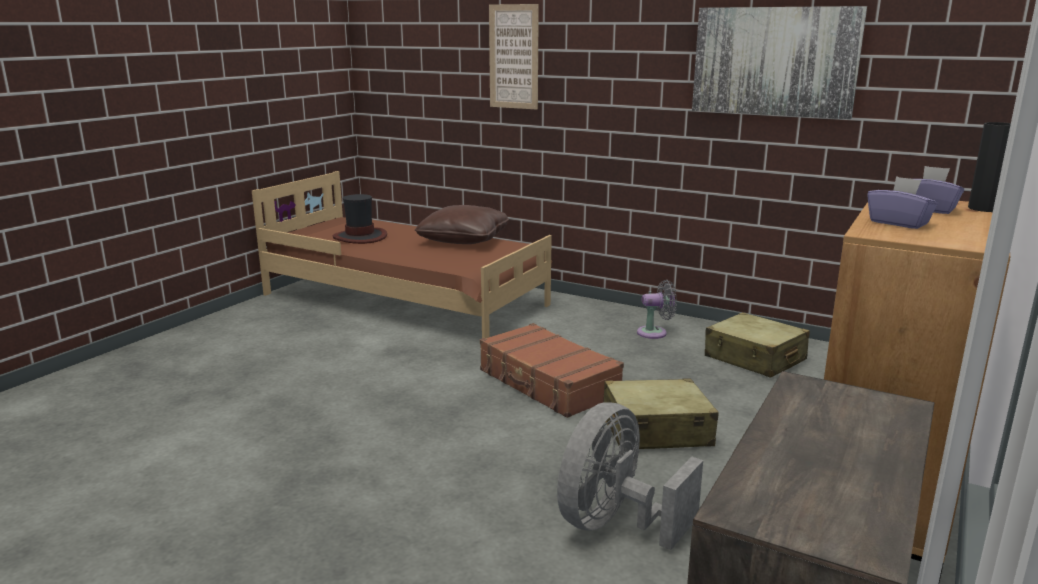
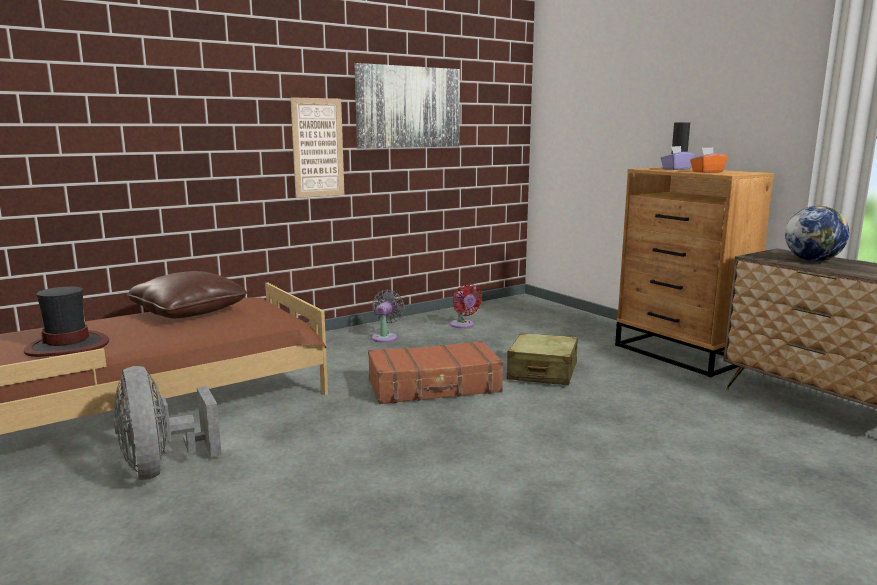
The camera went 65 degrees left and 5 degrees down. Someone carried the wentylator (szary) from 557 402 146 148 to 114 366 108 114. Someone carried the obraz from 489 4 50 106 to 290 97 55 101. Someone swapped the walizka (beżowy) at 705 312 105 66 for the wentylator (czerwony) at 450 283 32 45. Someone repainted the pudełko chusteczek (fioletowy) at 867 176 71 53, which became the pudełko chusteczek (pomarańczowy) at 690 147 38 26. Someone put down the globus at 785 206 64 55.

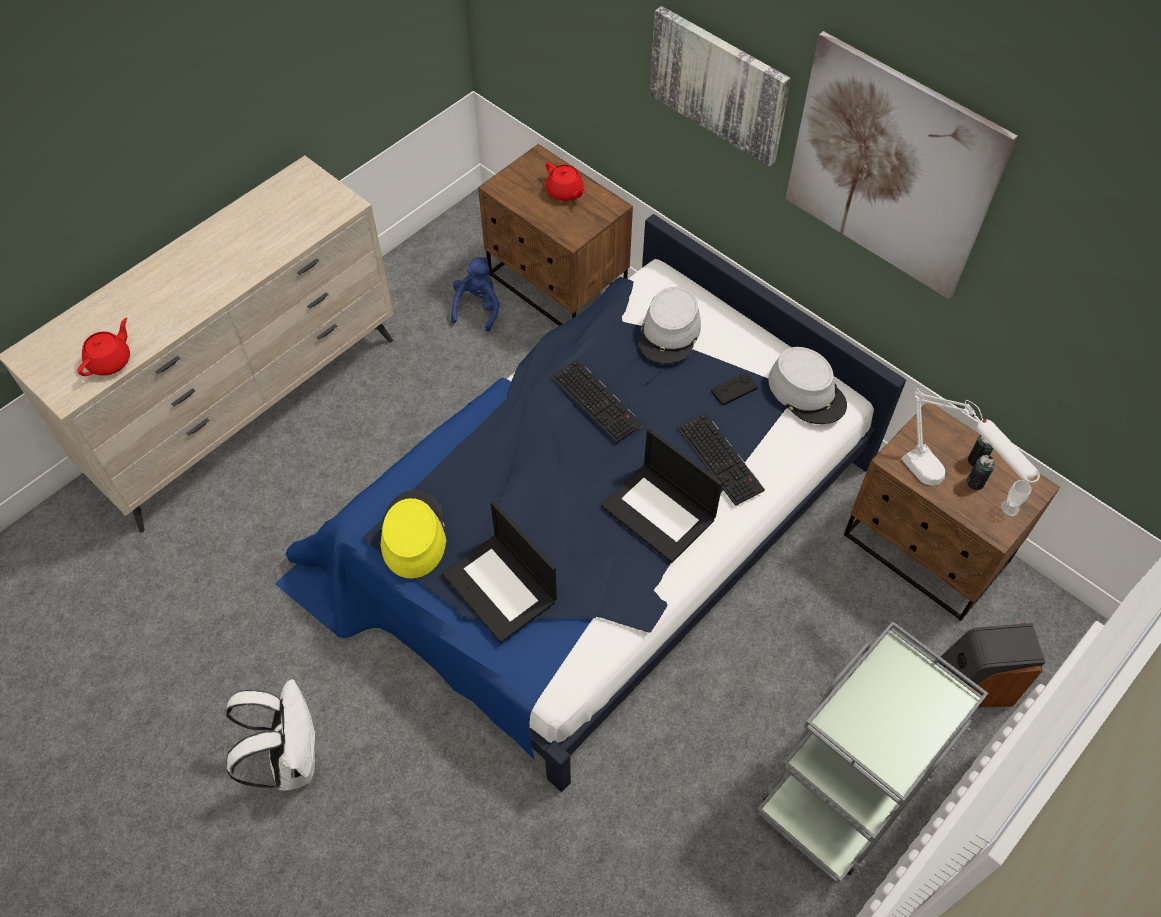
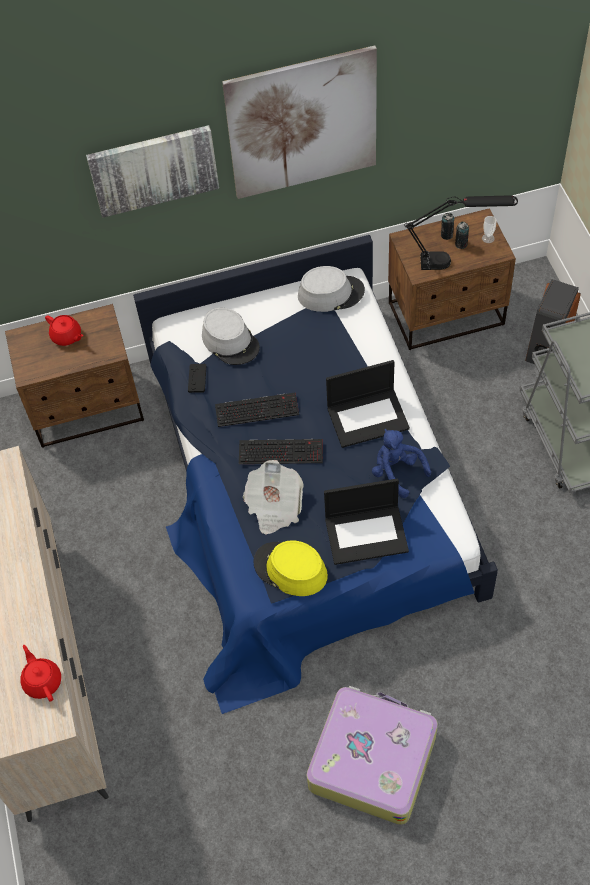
The camera went 55 degrees left and 0 degrees up. Someone rotated the imbryk (czerwony) at 546 162 40 39 by 45 degrees clockwise. Someone carried the pad do gier (czarny) from 711 372 47 34 to 188 364 18 29. Someone carried the klawiatura from 677 413 88 93 to 239 439 84 25. Someone put down the gazeta at 243 460 61 75. Someone swapped the plecak (biały) at 226 679 91 112 for the walizka at 306 686 132 139. Someone carried the pluszak (niebieski) from 451 257 49 75 to 372 429 59 69. Someone repainted the lampa stołowa (biały) at 901 388 139 98, which became the lampa stołowa (czarny) at 404 195 114 75.

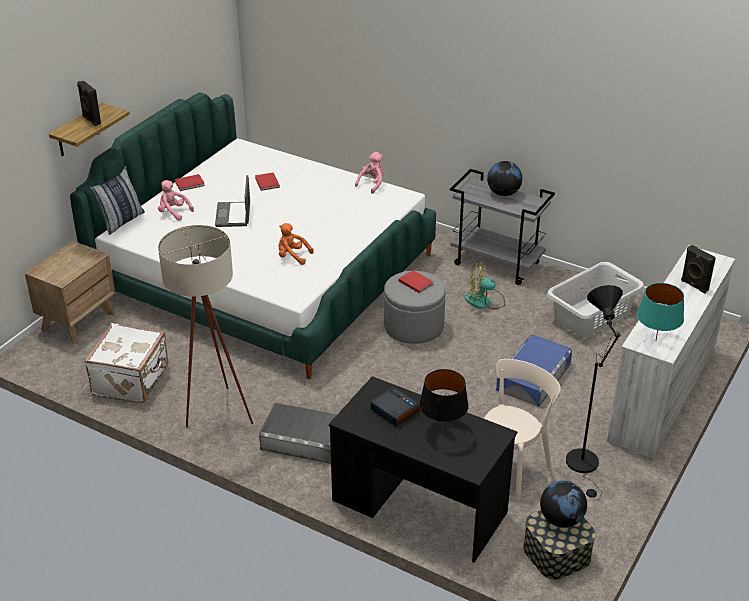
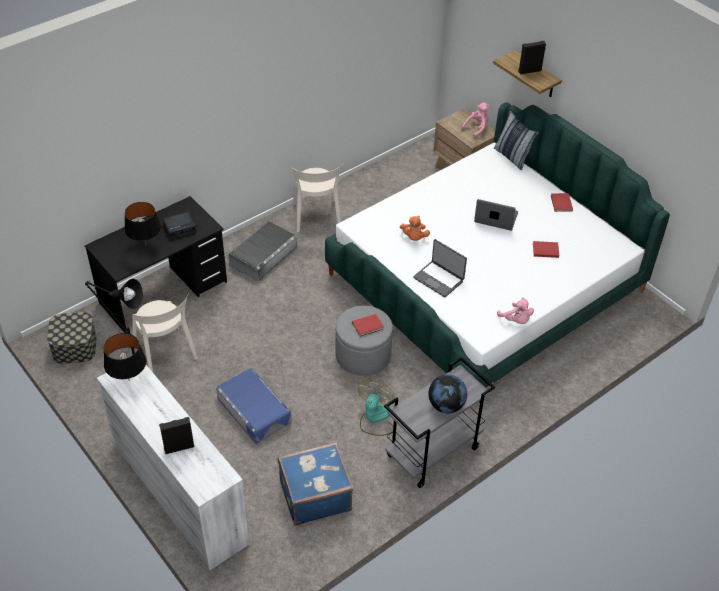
The camera went 110 degrees right and 10 degrees up. Someone repainted the lampa stołowa (turkusowy) at 637 283 47 57, which became the lampa stołowa (czarny) at 104 333 42 48. Someone swapped the kosz na pranie (szary) at 547 262 97 75 for the walizka (niebieski) at 278 442 75 84. Someone swapped the lampa stojąca (beżowy) at 158 225 95 202 for the krzesło (beżowy) at 291 164 52 68. Someone rotated the pluszak (pomarańczowy) at 278 223 36 42 by 135 degrees clockwise. Someone put down the laptop at 413 239 54 58. Someone carried the pluszak (różowy) from 158 180 36 41 to 462 103 28 35. Someone took away the walizka (biały) at 85 323 83 80. Someone took away the globus at 540 480 47 48.

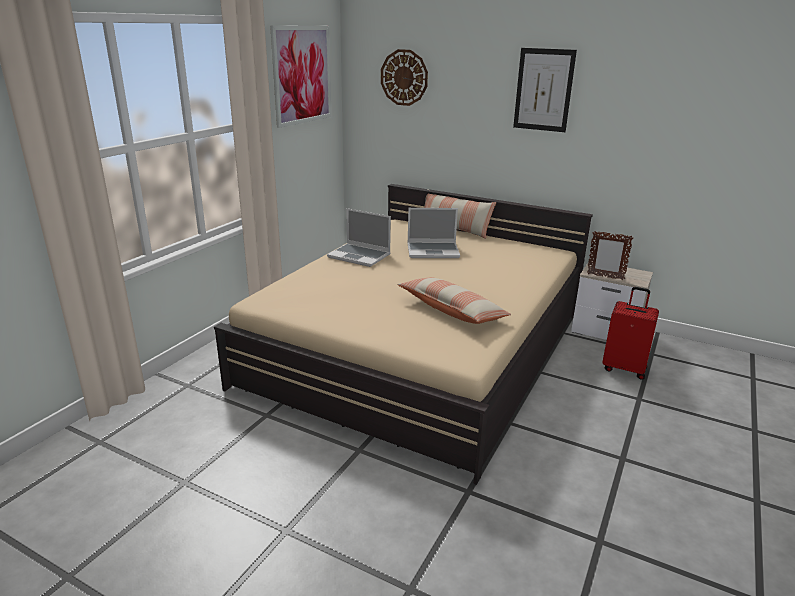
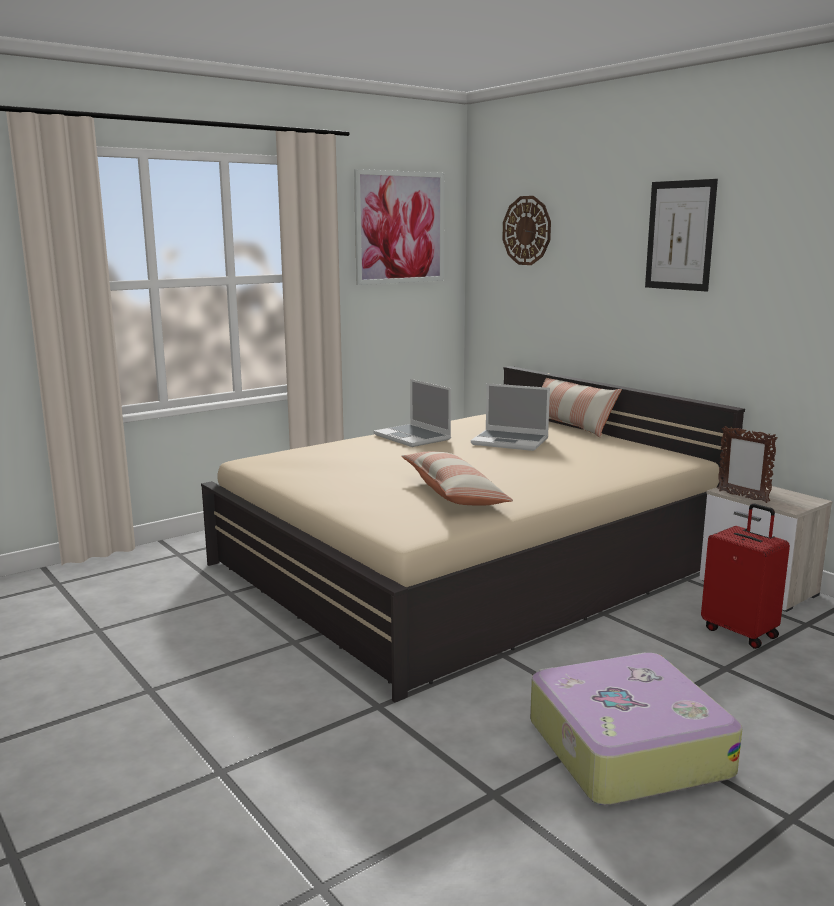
The camera went 25 degrees right and 10 degrees down. Someone put down the walizka at 530 652 212 153.

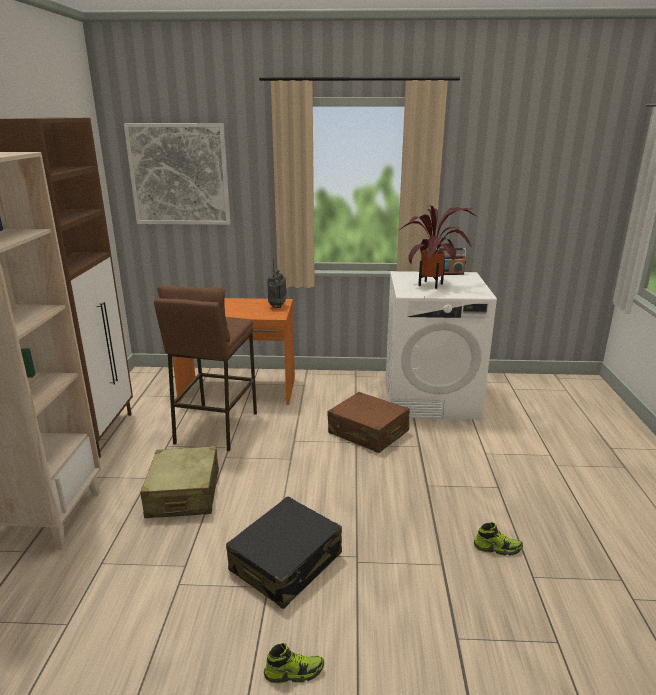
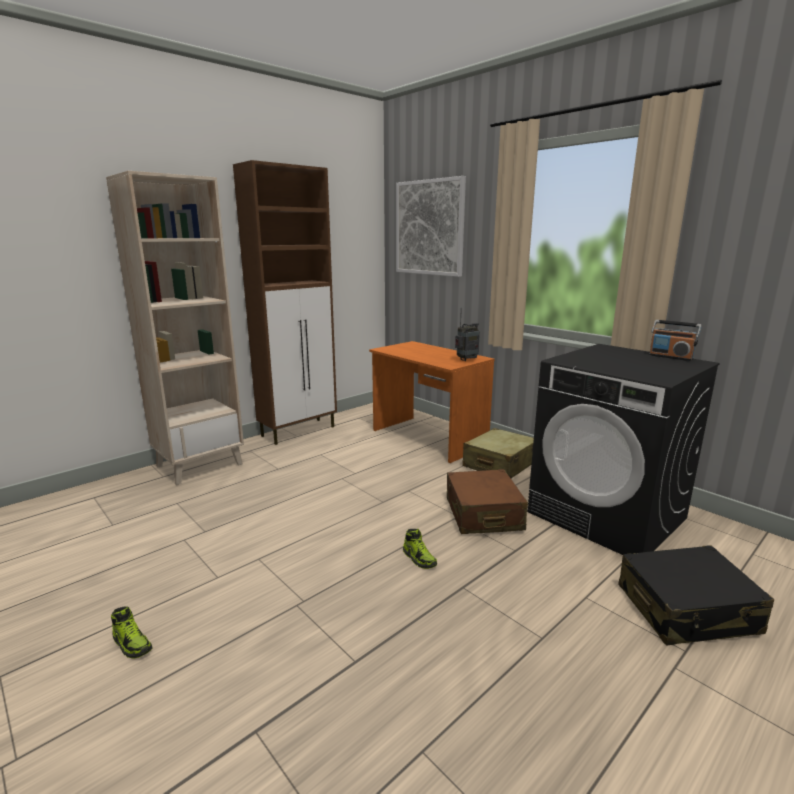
The camera went 45 degrees right and 5 degrees down. Someone carried the but from 474 522 49 34 to 403 529 34 40. Someone carried the walizka (beżowy) from 140 446 79 72 to 462 428 72 51. Someone repainted the pralka (biały) at 386 271 111 149, which became the pralka (czarny) at 527 344 193 211. Someone carried the walizka (czarny) from 226 496 116 113 to 618 545 156 100. Someone took away the stołek (brązowy) at 154 286 103 165. Someone took away the roślina doniczkowa at 400 205 78 84.

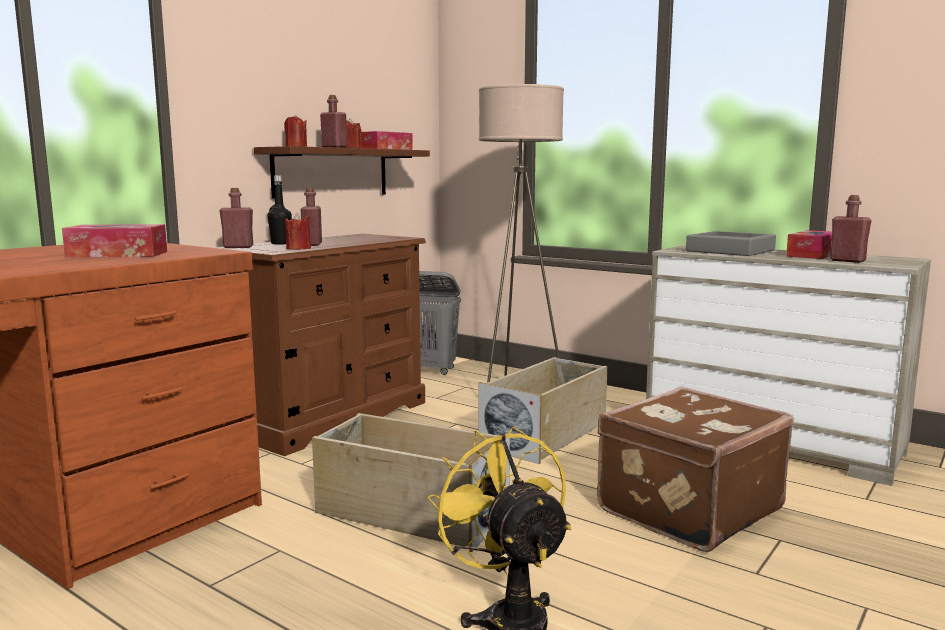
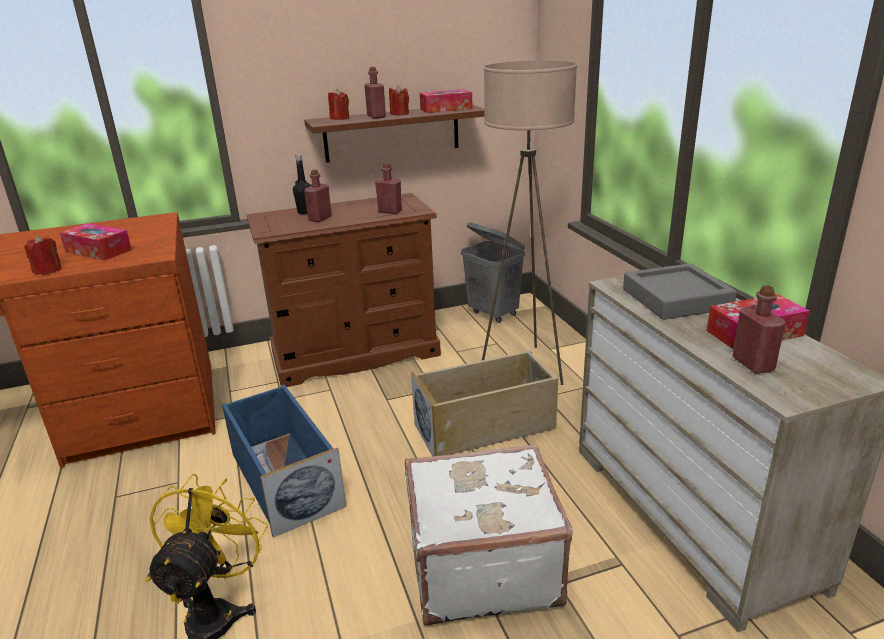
The camera went 35 degrees right and 15 degrees up. Someone carried the świeca (czerwony) from 285 213 26 37 to 25 235 37 40. Someone repainted the pojemnik do przechowywania (beżowy) at 312 413 198 139, which became the pojemnik do przechowywania (niebieski) at 222 385 124 153. Someone carried the butelka (czerwony) from 220 188 33 60 to 375 163 27 51. Someone repainted the walizka (brązowy) at 597 387 197 165, which became the walizka (biały) at 405 444 168 182.

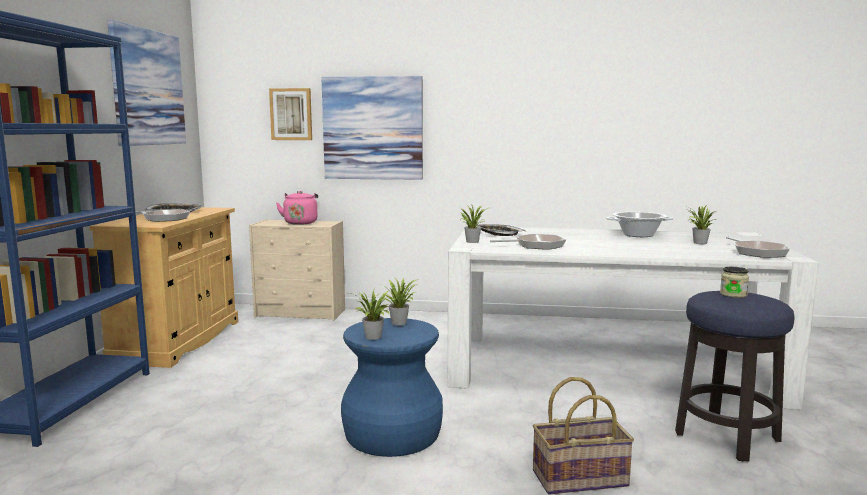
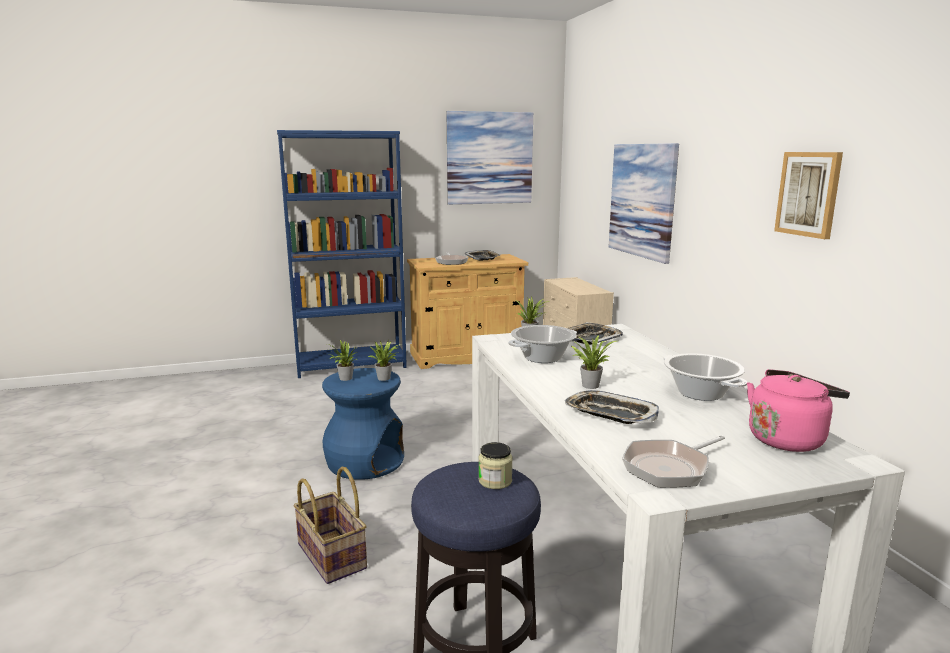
The camera went 65 degrees right and 5 degrees up. Someone swapped the patelnia at 490 234 76 16 for the garnek at 508 325 69 38. Someone put down the taca at 565 390 94 34. Someone carried the roślina doniczkowa from 685 206 32 38 to 571 335 45 54. Someone carried the czajnik (różowy) from 276 191 42 34 to 747 369 103 83. Someone carried the obraz from 269 88 43 52 to 774 152 69 87.

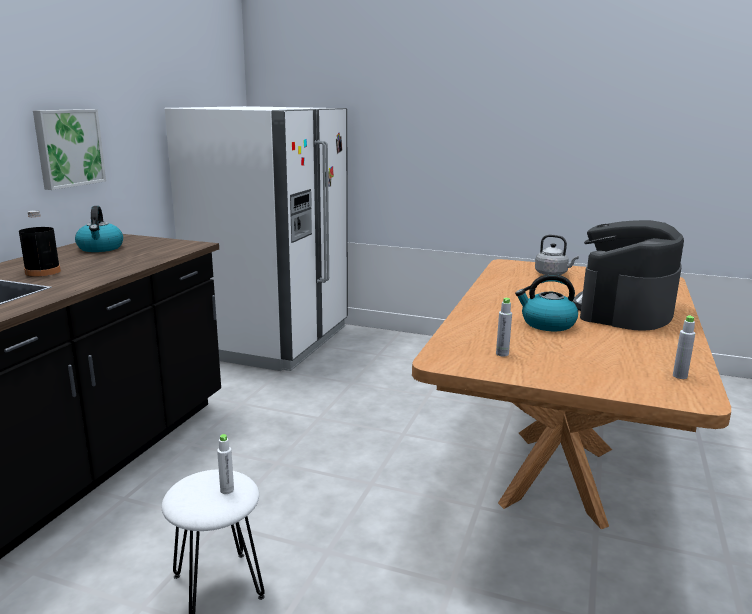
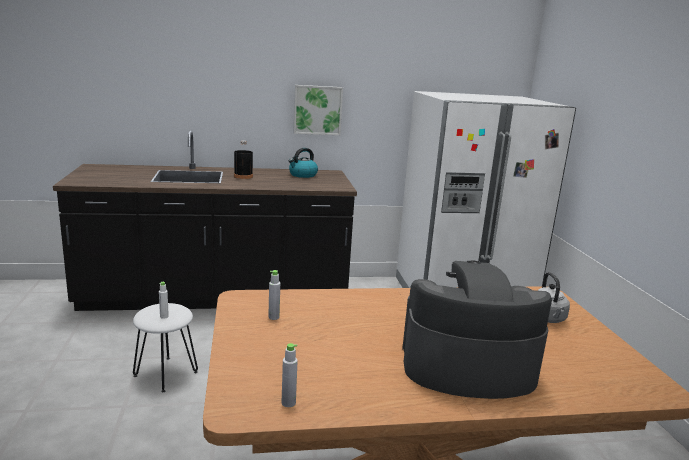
The camera went 60 degrees right and 0 degrees up. Someone took away the czajnik at 515 274 63 57.

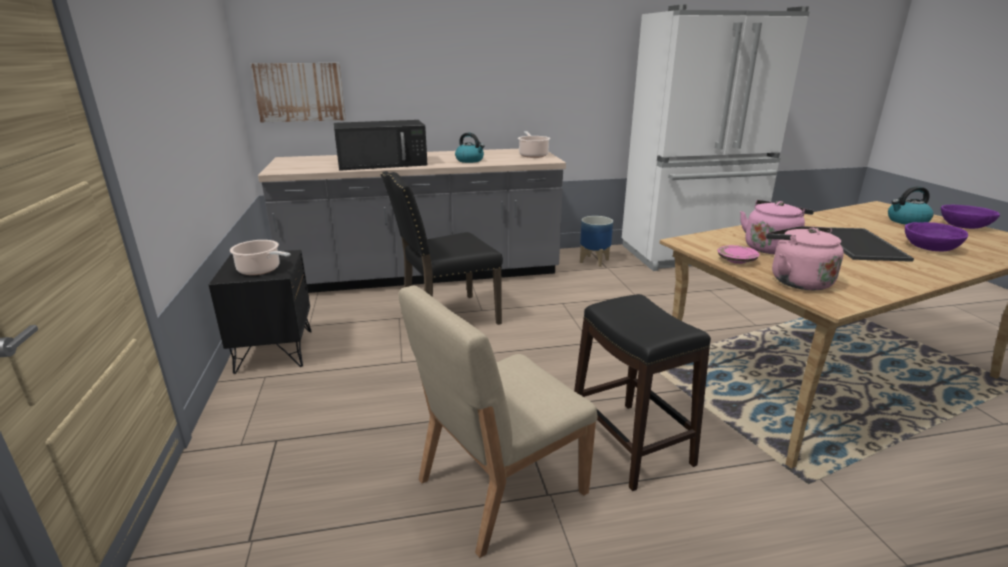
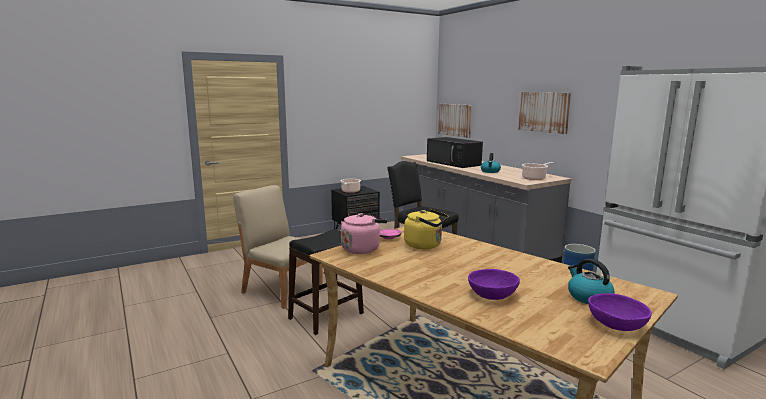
The camera went 70 degrees right and 10 degrees down. Someone repainted the czajnik (różowy) at 740 200 74 55, which became the czajnik (żółty) at 404 209 45 40. Someone put up the obraz at 518 92 53 42. Someone took away the taca at 827 227 87 35.

